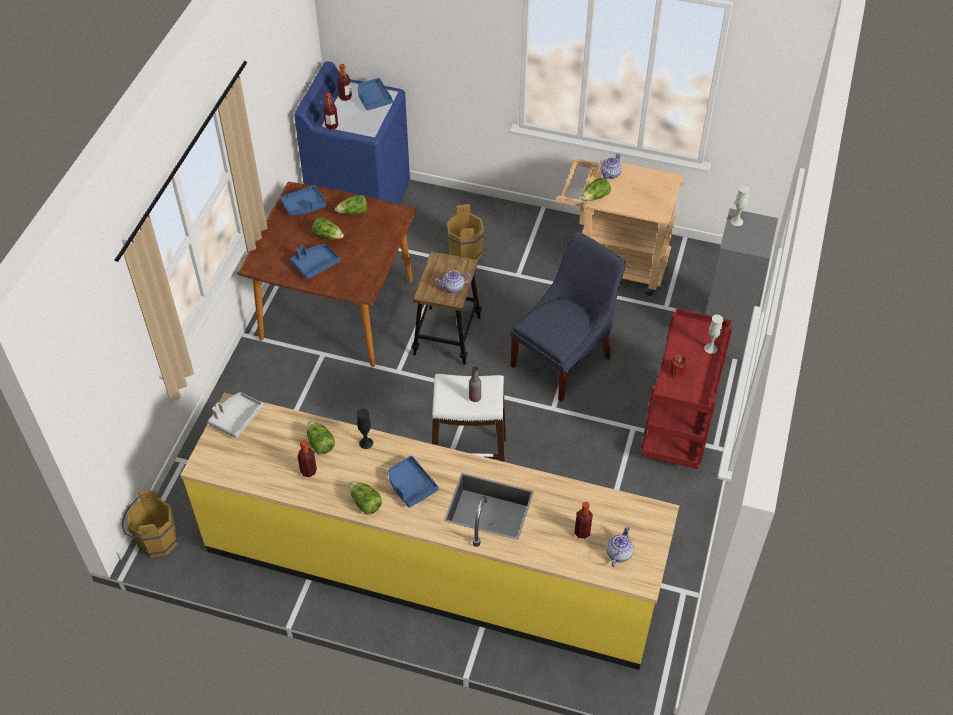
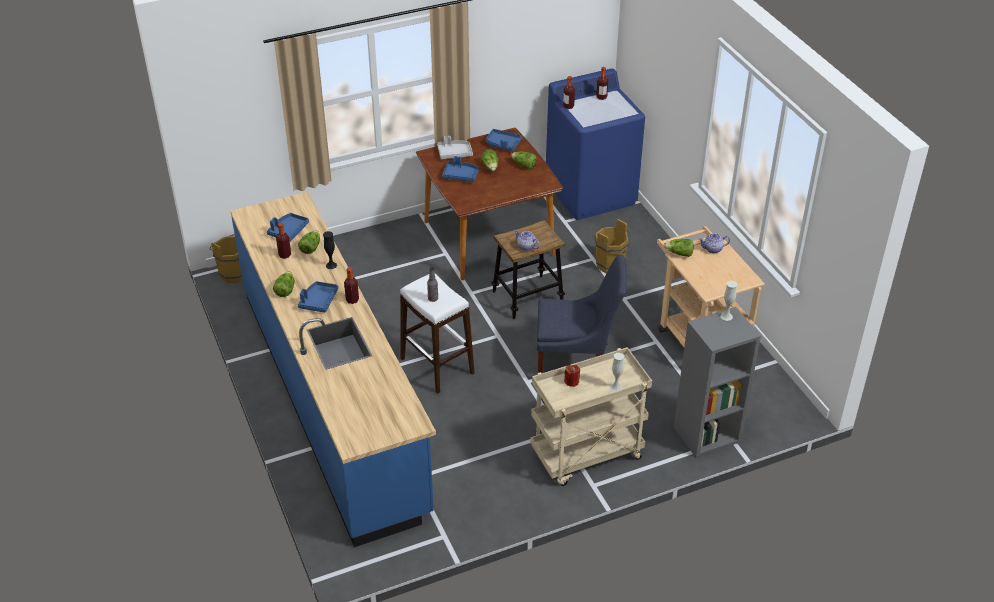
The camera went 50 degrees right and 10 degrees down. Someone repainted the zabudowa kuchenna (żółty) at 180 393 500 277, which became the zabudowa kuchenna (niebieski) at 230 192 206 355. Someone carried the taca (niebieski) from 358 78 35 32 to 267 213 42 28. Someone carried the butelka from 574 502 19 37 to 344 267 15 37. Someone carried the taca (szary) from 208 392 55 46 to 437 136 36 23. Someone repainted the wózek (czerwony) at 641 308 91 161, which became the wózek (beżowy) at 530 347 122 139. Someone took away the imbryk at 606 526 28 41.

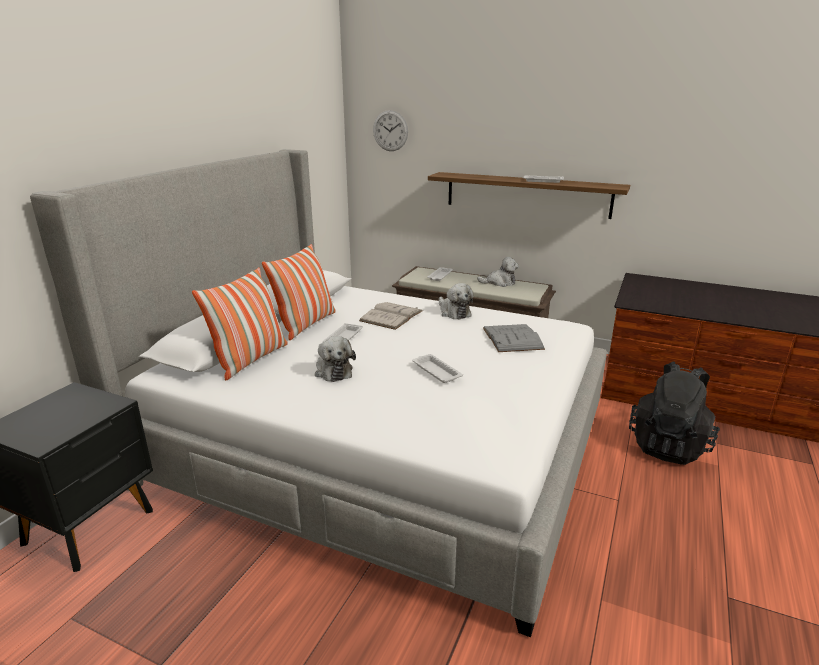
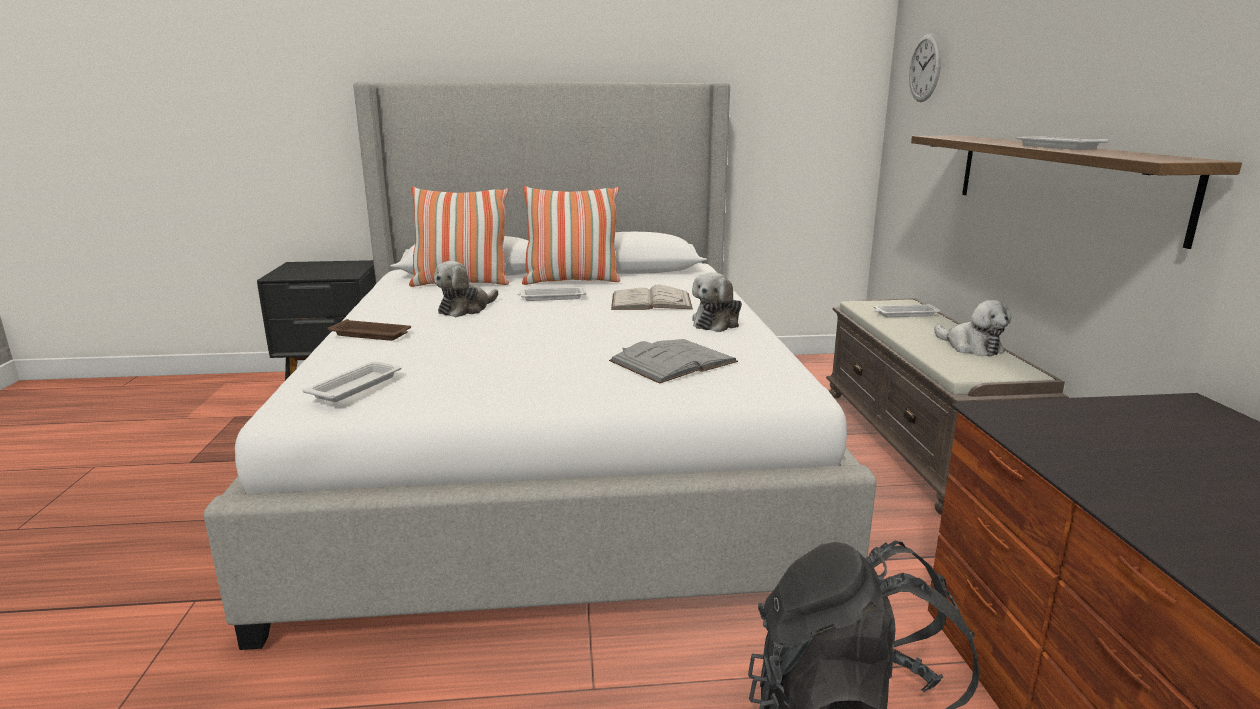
The camera went 60 degrees right and 5 degrees down. Someone carried the taca (biały) from 412 354 51 29 to 302 361 100 41. Someone put down the taca (brązowy) at 328 319 83 22.

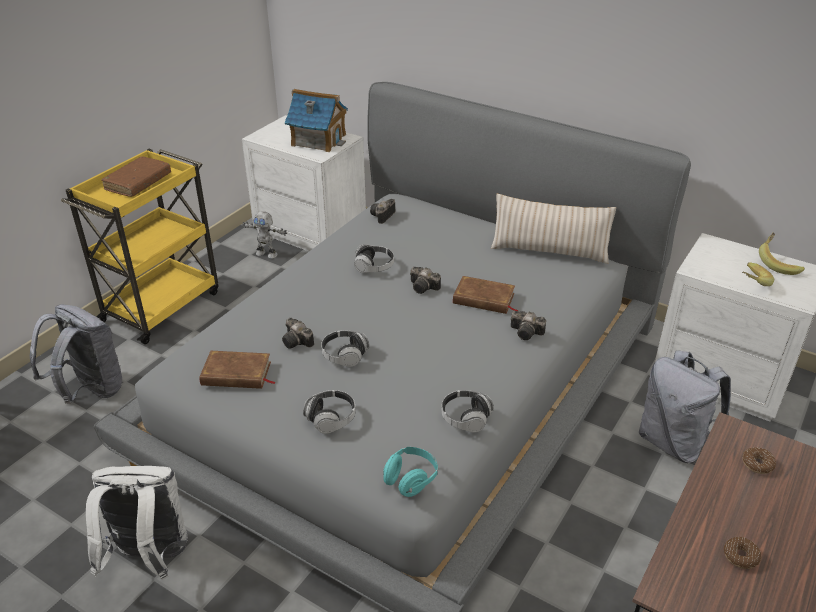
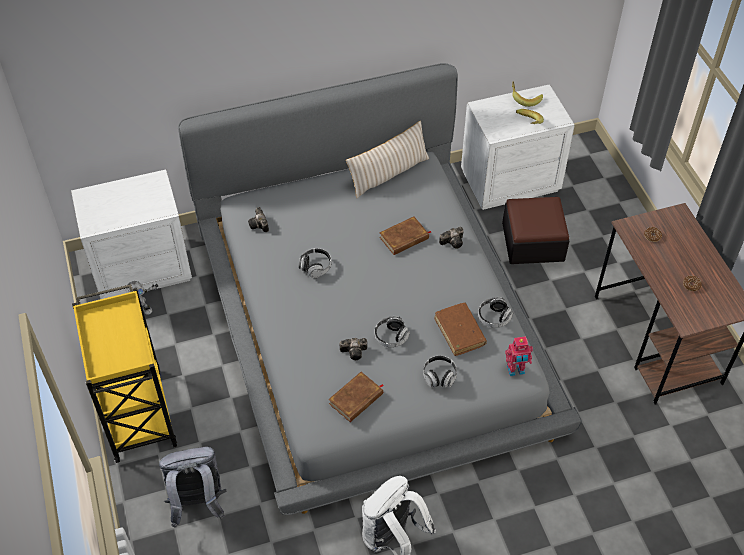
The camera went 50 degrees left and 15 degrees up. Someone carried the książka (brązowy) from 101 156 70 41 to 434 303 53 53. Someone swapped the plecak (szary) at 639 350 92 113 for the pufa at 502 197 67 67. Someone swapped the słuchawki (turkusowy) at 383 447 55 50 for the robot zabawkowy at 505 336 28 40. Someone took away the domek at 285 89 63 63. Someone took away the aparat fotograficzny at 410 267 31 27.

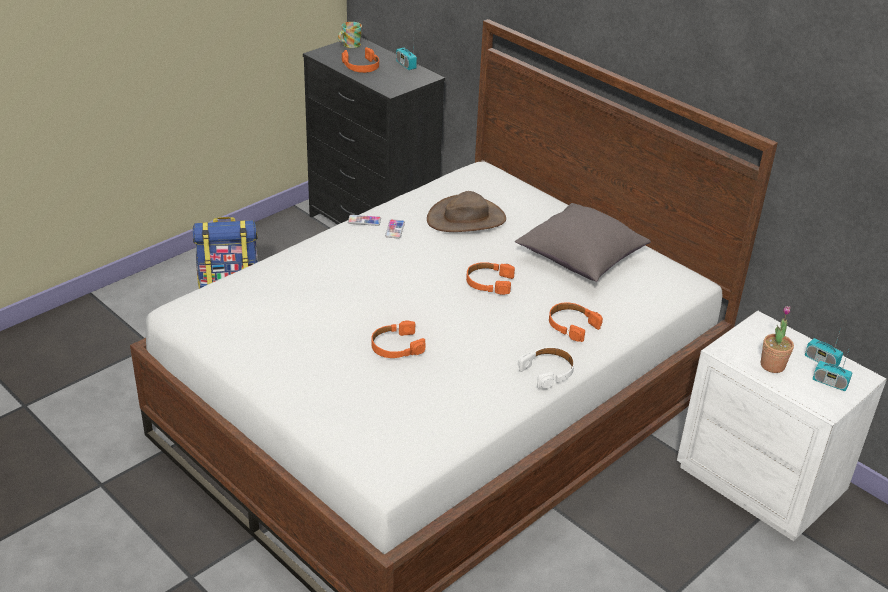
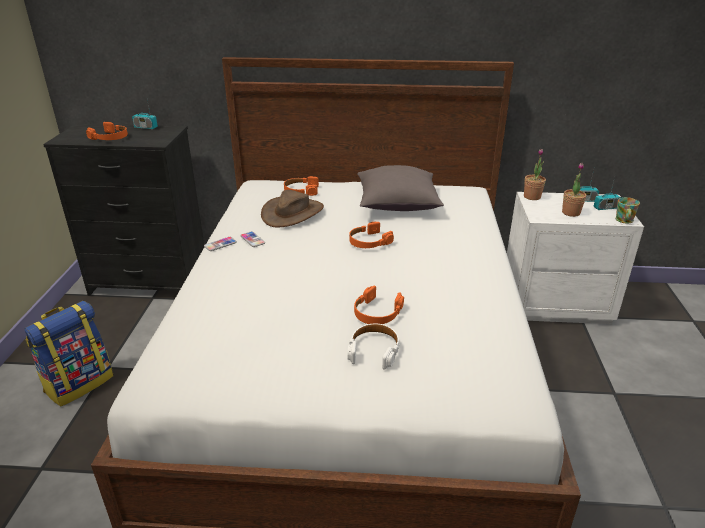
The camera went 40 degrees left and 5 degrees down. Someone carried the słuchawki (pomarańczowy) from 549 302 54 40 to 284 176 35 20. Someone carried the słuchawki (biały) from 518 347 56 42 to 348 323 51 47. Someone put down the roślina doniczkowa at 524 149 22 51. Someone carried the kubek from 338 22 24 26 to 615 197 25 27.

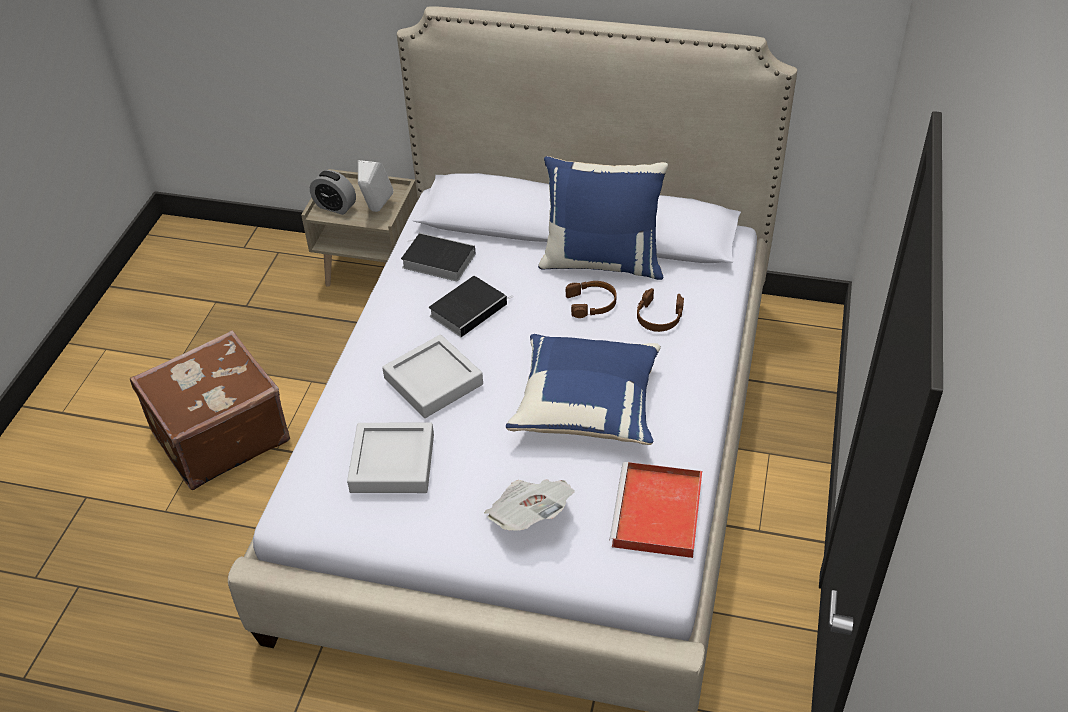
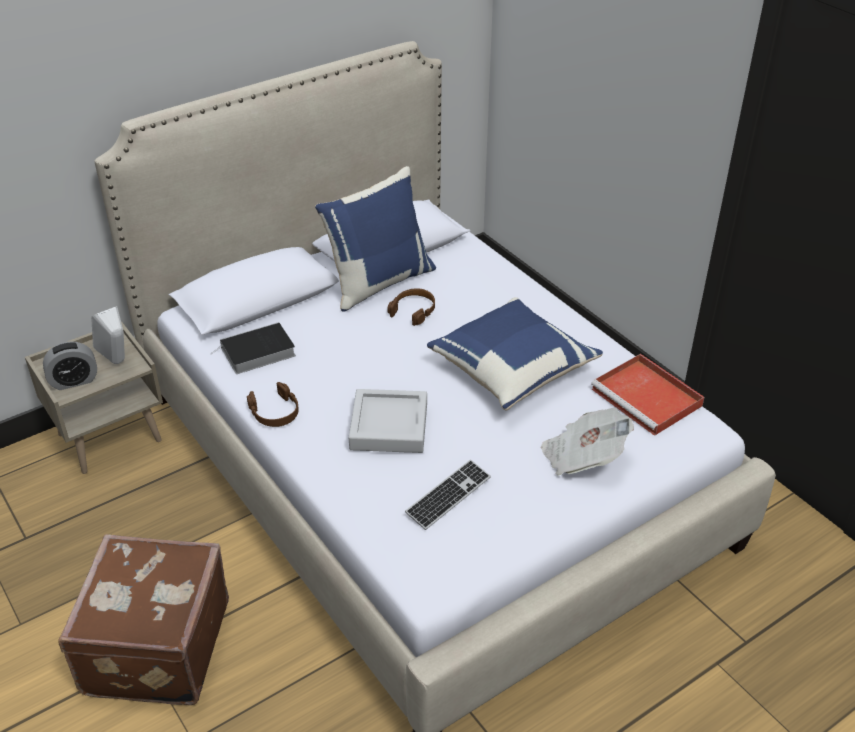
The camera went 50 degrees left and 5 degrees down. Someone carried the słuchawki (brązowy) from 637 288 47 44 to 247 382 52 45. Someone swapped the taca (szary) at 347 423 87 70 for the klawiatura at 405 460 86 70. Someone took away the książka at 429 276 83 61.

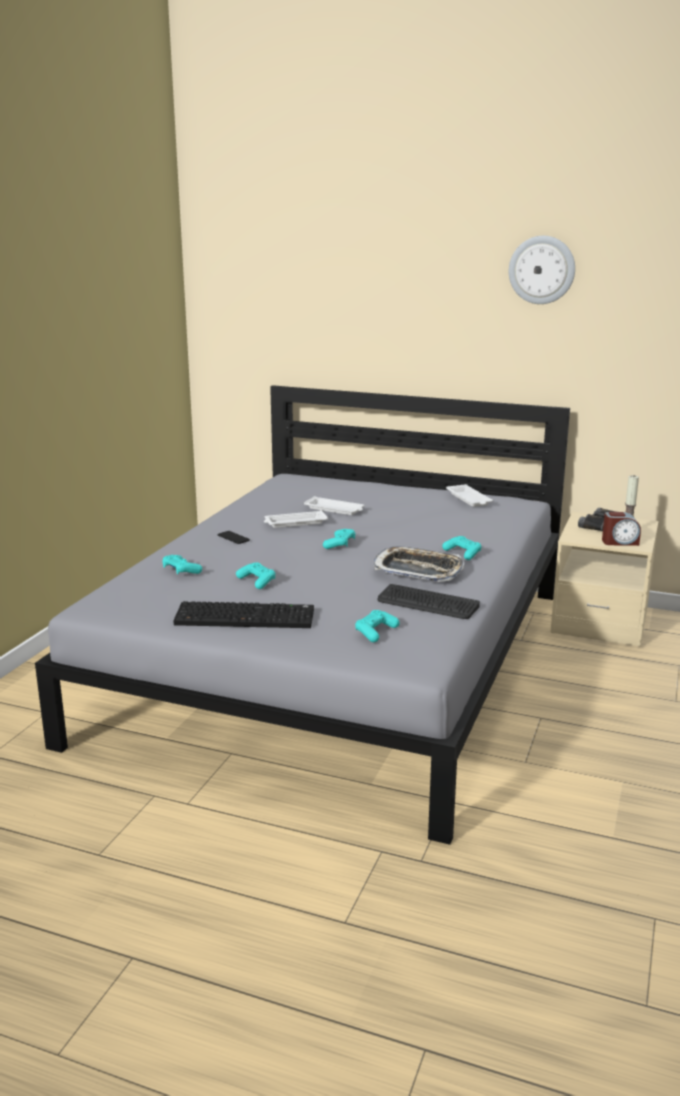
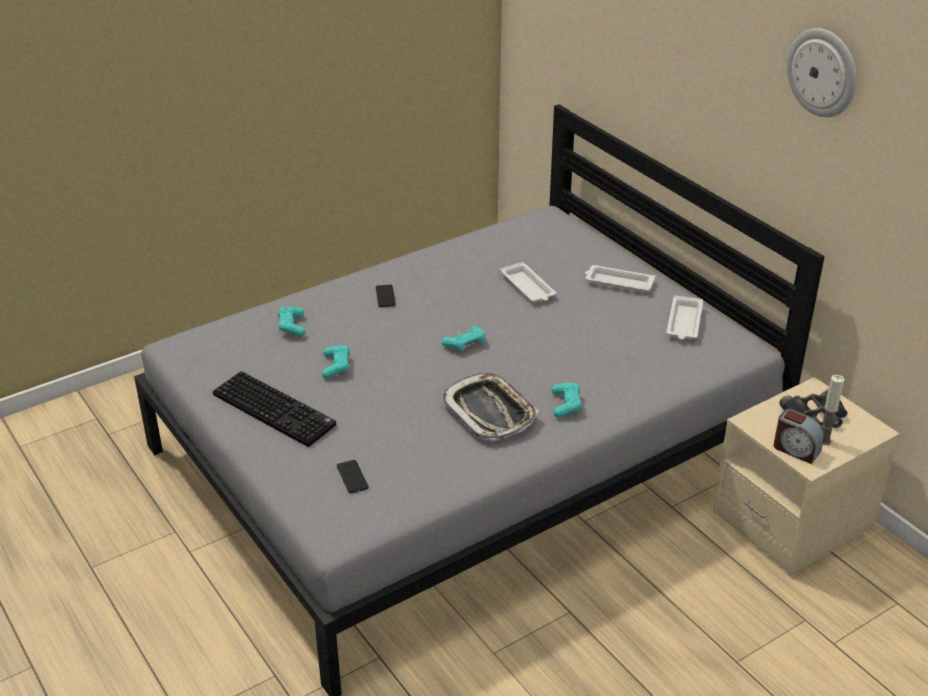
The camera went 35 degrees right and 15 degrees up. Someone swapped the pad do gier (turkusowy) at 355 610 45 32 for the telefon at 337 460 31 33. Someone carried the taca (biały) from 264 510 64 18 to 585 265 70 27. Someone took away the klawiatura at 377 584 103 35.

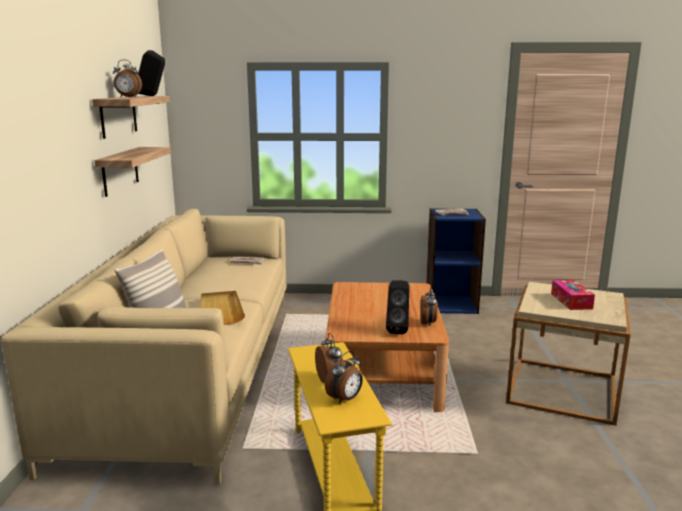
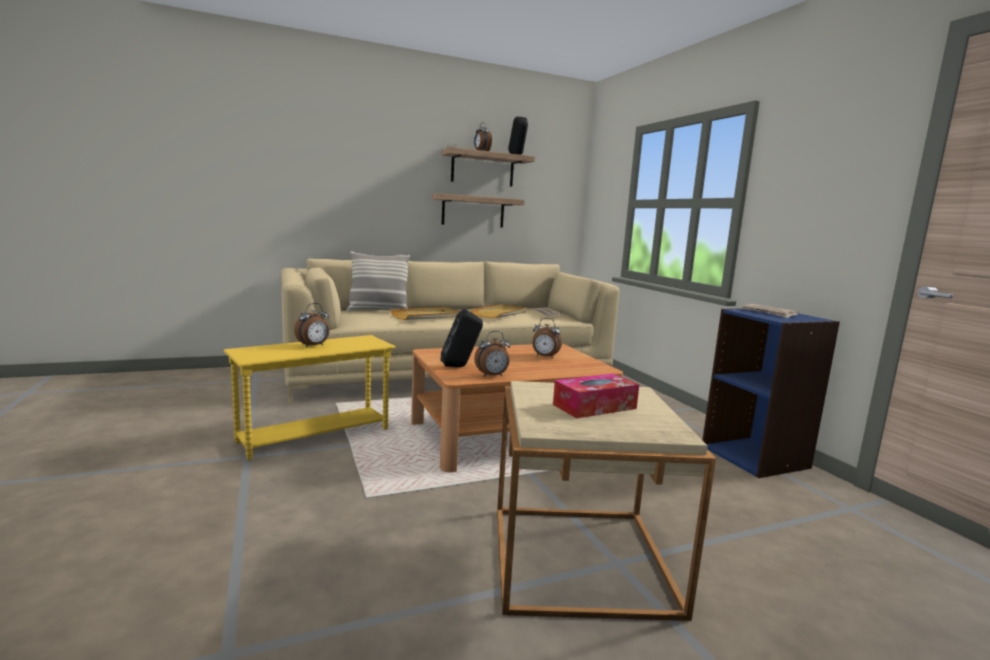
The camera went 65 degrees right and 5 degrees down. Someone put down the taca (beżowy) at 470 304 57 15. Someone carried the budzik from 325 351 38 53 to 532 318 30 41.

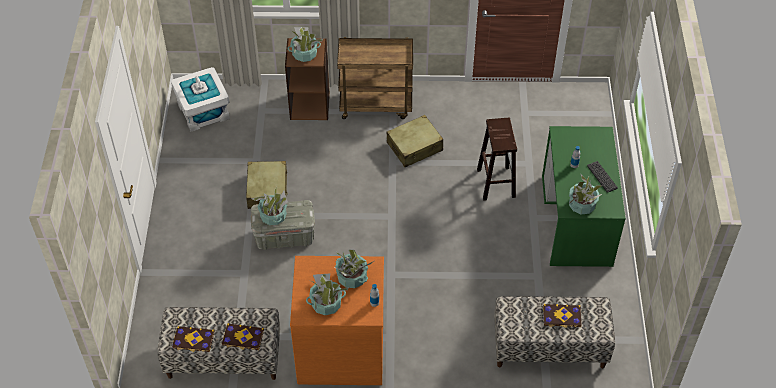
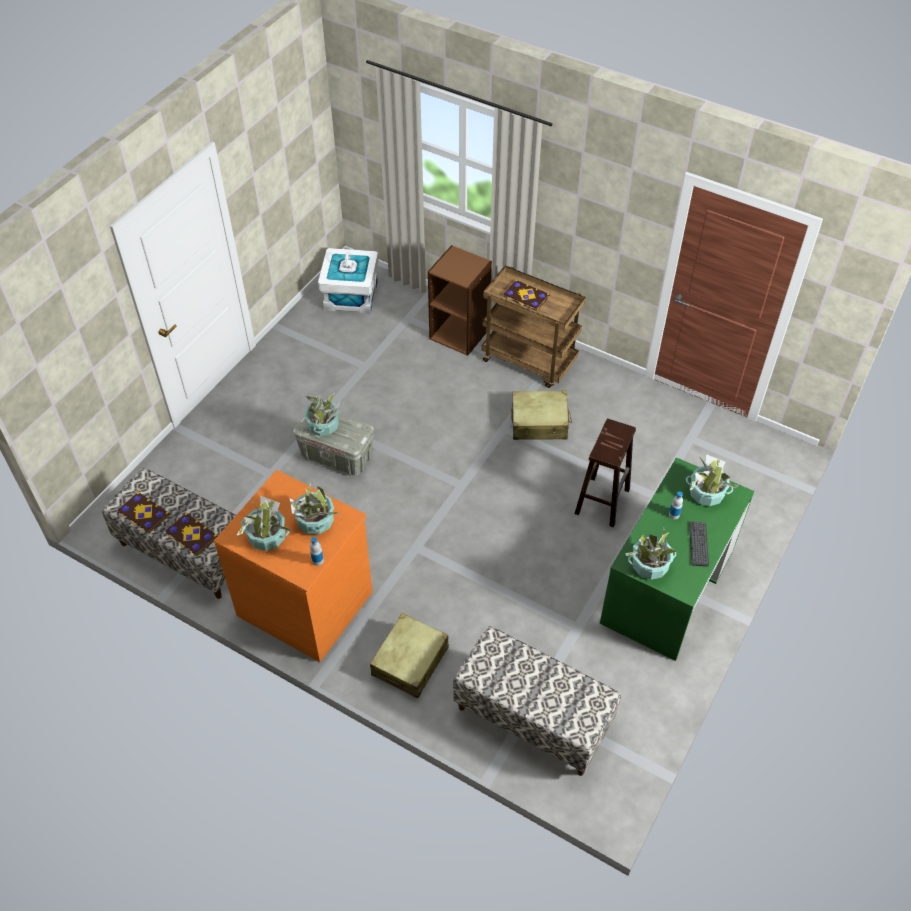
The camera went 30 degrees right and 0 degrees up. Someone carried the walizka (beżowy) from 246 161 42 48 to 370 613 79 85. Someone carried the książka from 543 304 39 24 to 503 280 47 31. Someone carried the roślina doniczkowa from 288 27 35 35 to 686 454 52 52.

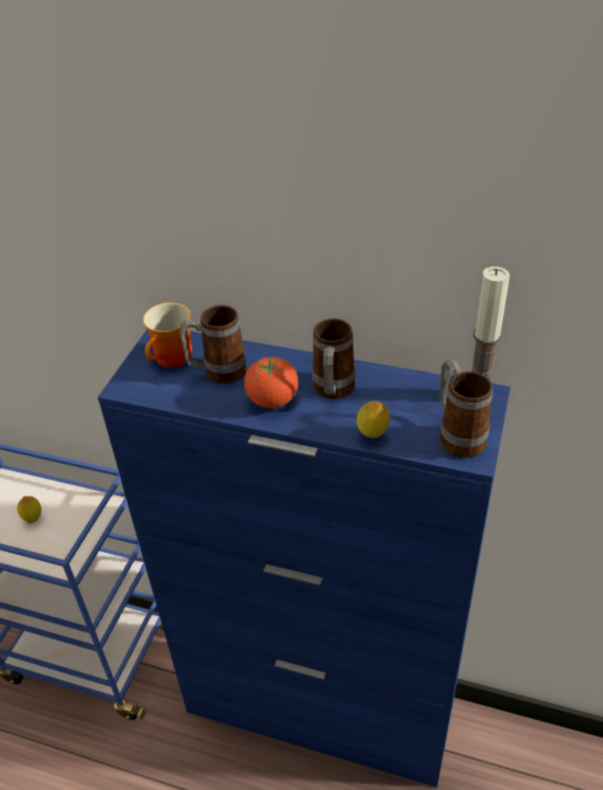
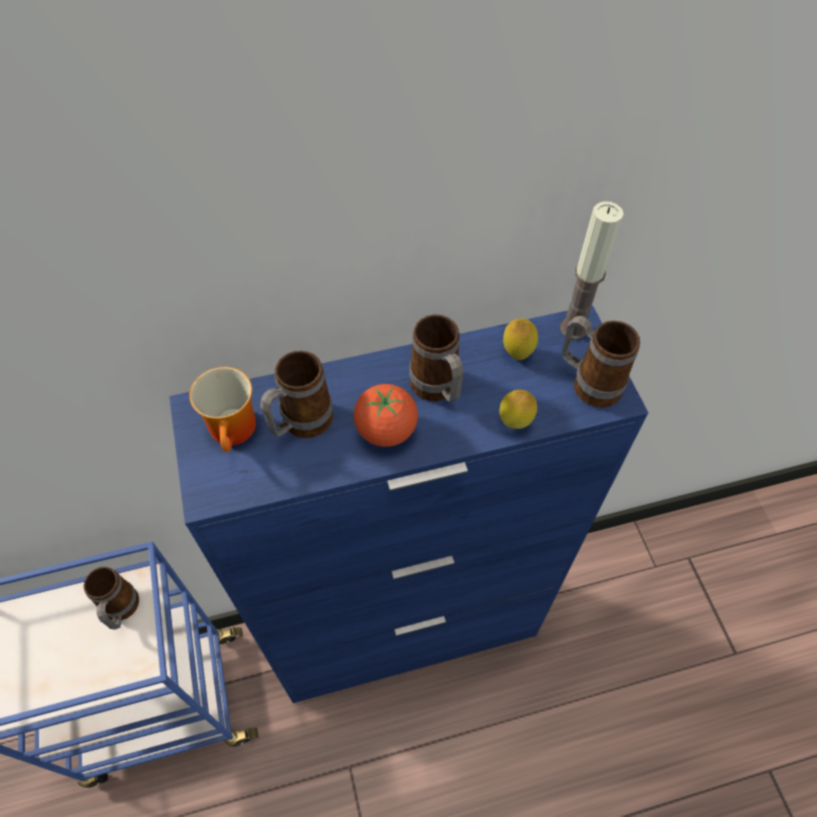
The camera went 35 degrees left and 15 degrees up. Someone put down the kubek at 83 567 56 63. Someone carried the cytryna from 17 496 24 28 to 503 319 35 41.

